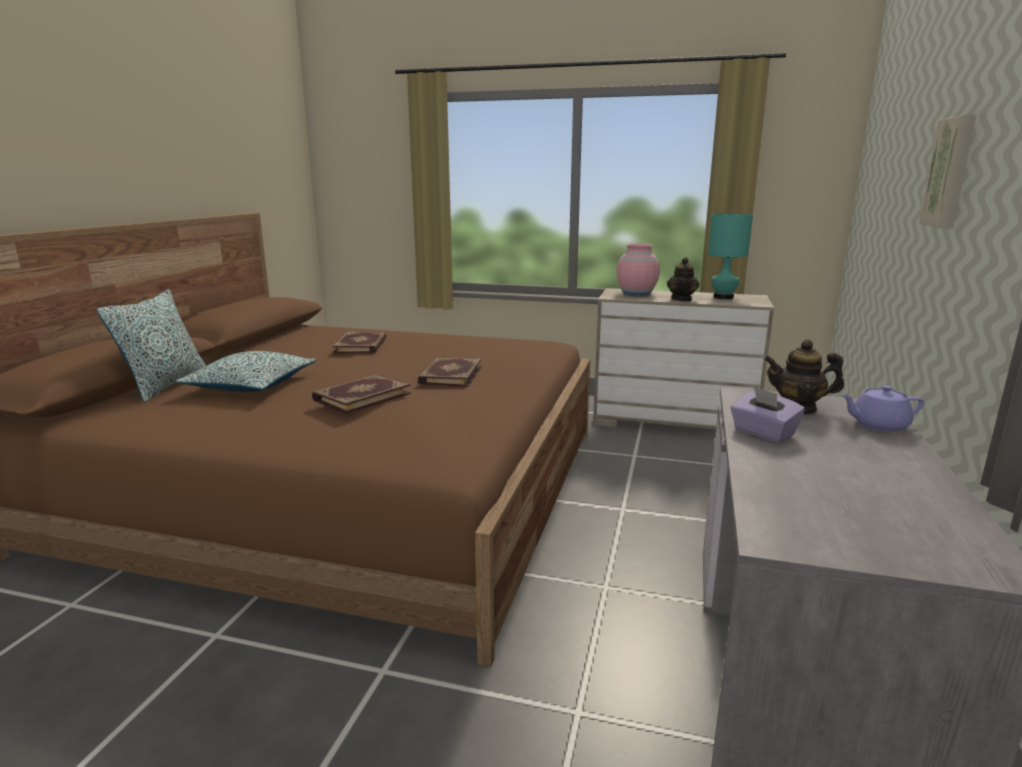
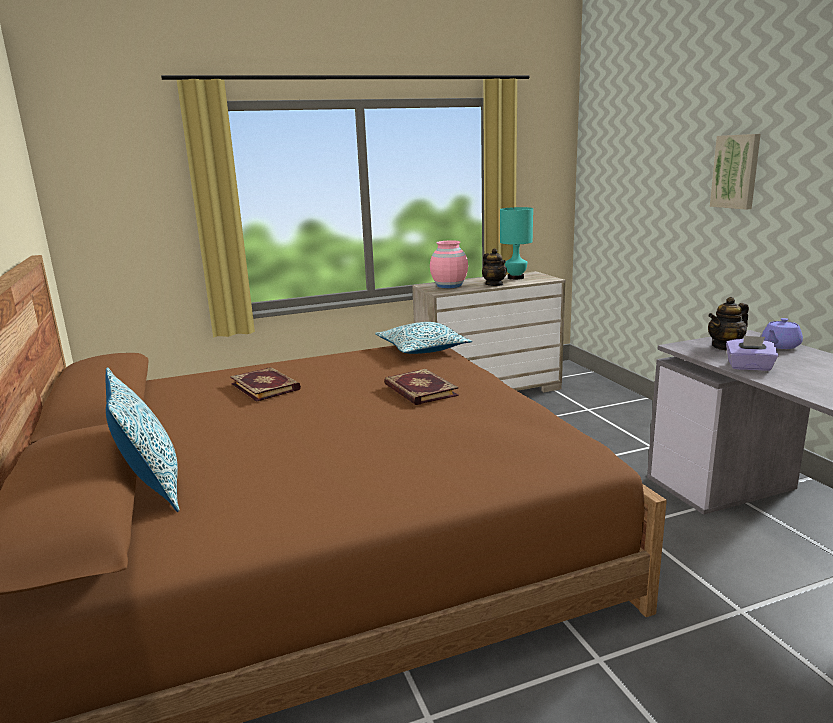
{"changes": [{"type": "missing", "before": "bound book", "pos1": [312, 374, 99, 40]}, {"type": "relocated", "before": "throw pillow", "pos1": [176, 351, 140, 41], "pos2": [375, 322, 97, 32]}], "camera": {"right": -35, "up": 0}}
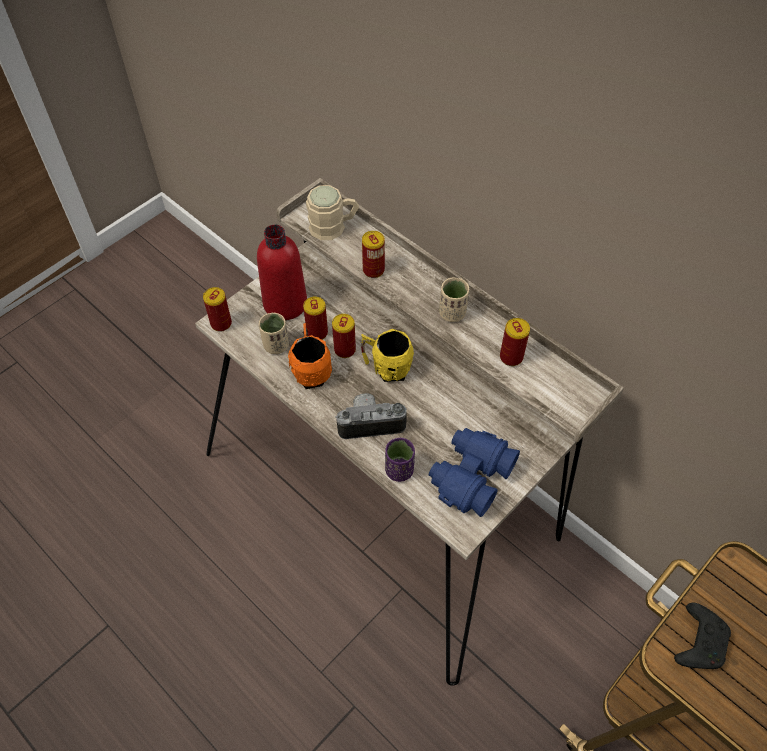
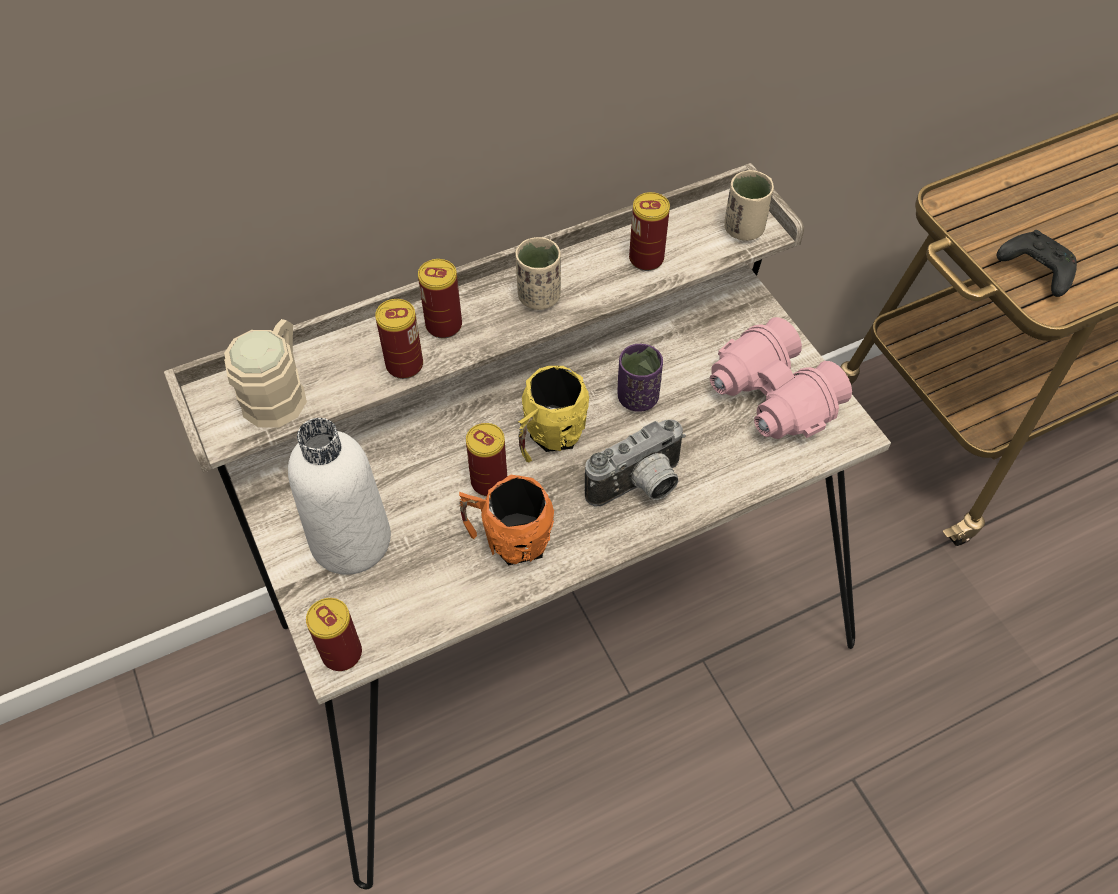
{"changes": [{"type": "relocated", "before": "beige-coloured drinking cup", "pos1": [259, 313, 30, 41], "pos2": [724, 170, 50, 71]}, {"type": "relocated", "before": "metal can", "pos1": [303, 297, 25, 43], "pos2": [418, 259, 44, 79]}, {"type": "relocated", "before": "purple-coloured drinking cup", "pos1": [385, 438, 30, 44], "pos2": [618, 344, 45, 68]}, {"type": "colour", "before": "red-coloured beverage bottle", "after": "white beverage bottle", "pos1": [257, 225, 50, 95], "pos2": [288, 418, 103, 157]}, {"type": "colour", "before": "bluish binoculars", "after": "pinkish binoculars", "pos1": [429, 428, 91, 89], "pos2": [710, 317, 142, 122]}, {"type": "spun", "before": "photo camera", "pos1": [335, 393, 72, 46], "pos2": [585, 419, 101, 88], "turn": -135}], "camera": {"right": -70, "up": 0}}
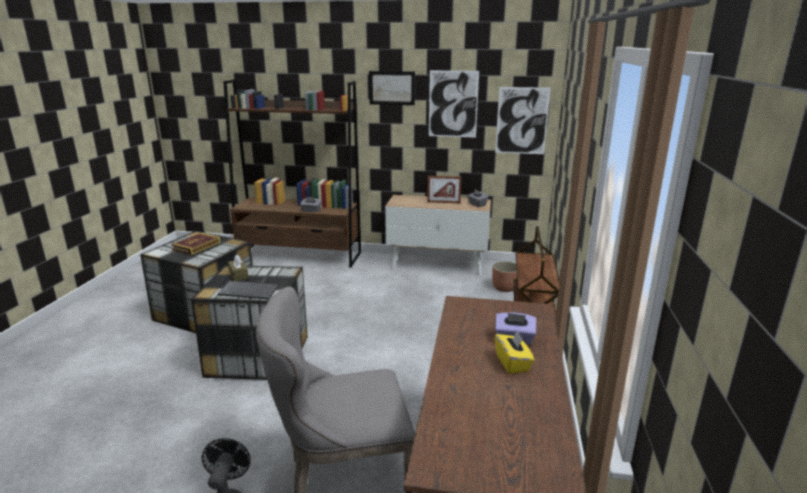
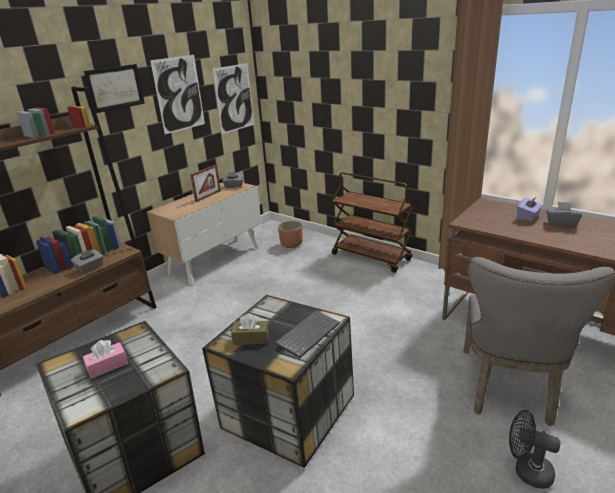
{"changes": [{"type": "exchanged", "before": "bound book", "after": "pinkish tissue box", "pos1": [171, 233, 50, 22], "pos2": [83, 340, 45, 39]}, {"type": "colour", "before": "yellow tissue box", "after": "gray tissue box", "pos1": [495, 331, 39, 43], "pos2": [546, 202, 36, 26]}], "camera": {"right": -60, "up": 5}}
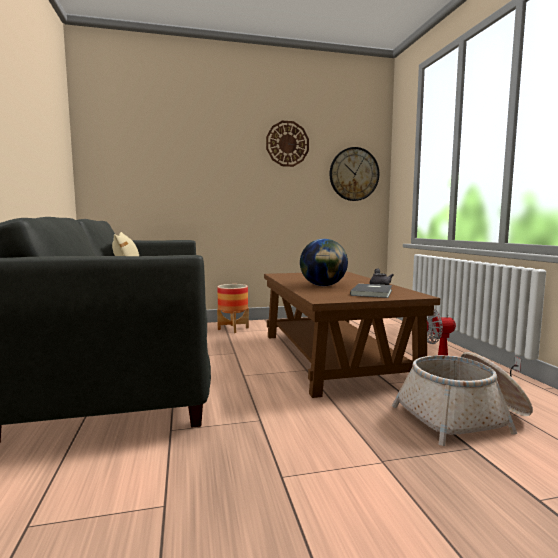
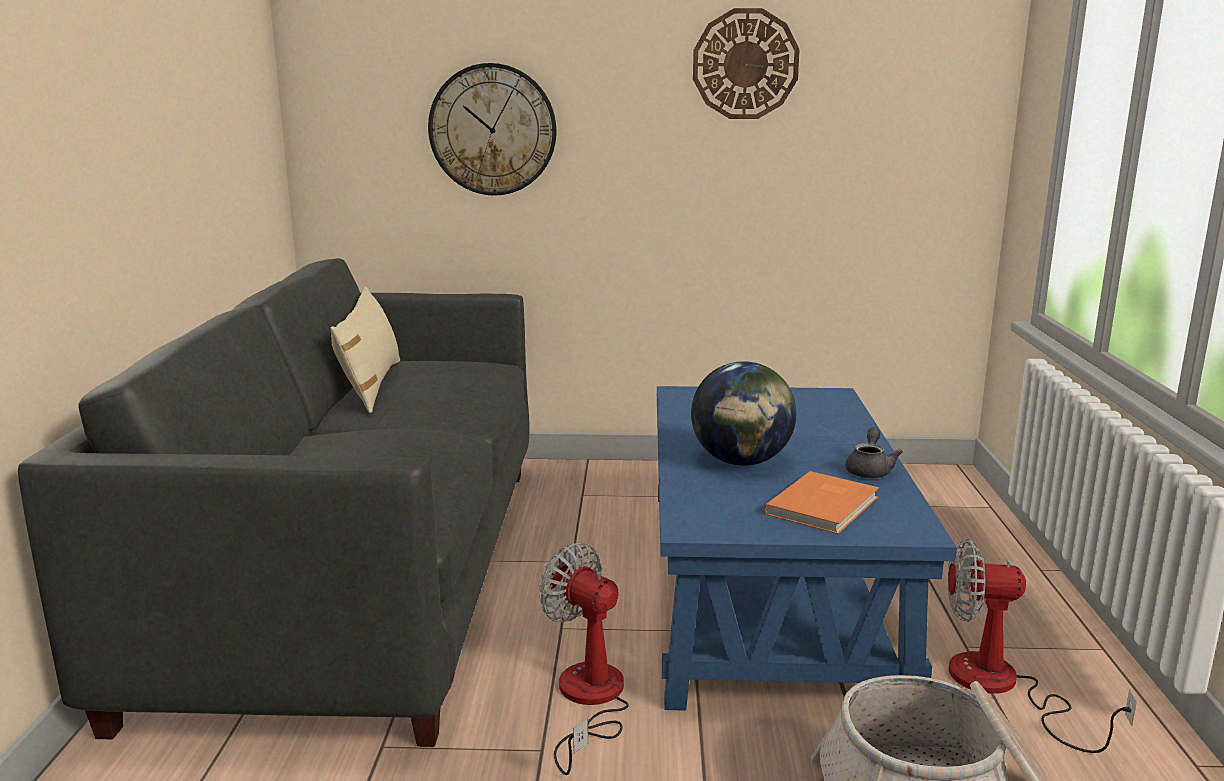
{"changes": [{"type": "missing", "before": "planter", "pos1": [217, 284, 32, 49]}, {"type": "appeared", "after": "fan", "pos2": [539, 543, 90, 232]}, {"type": "relocated", "before": "wall clock", "pos1": [330, 147, 49, 54], "pos2": [428, 63, 128, 133]}, {"type": "colour", "before": "brownish lounge table", "after": "bluish lounge table", "pos1": [264, 271, 176, 127], "pos2": [657, 386, 300, 325]}, {"type": "colour", "before": "gray bound book", "after": "orange-coloured bound book", "pos1": [350, 284, 42, 14], "pos2": [764, 471, 115, 63]}], "camera": {"right": 15, "up": 10}}
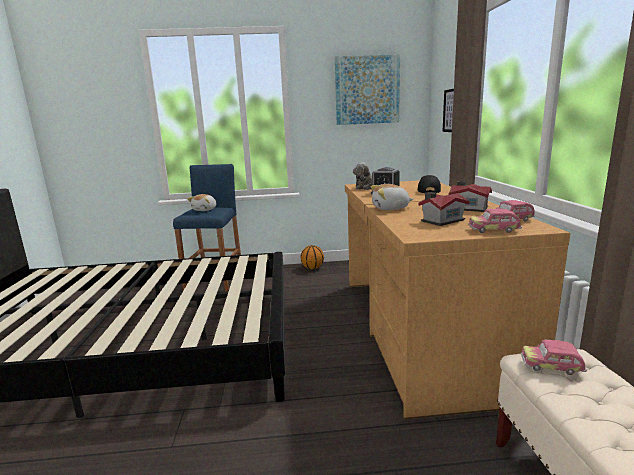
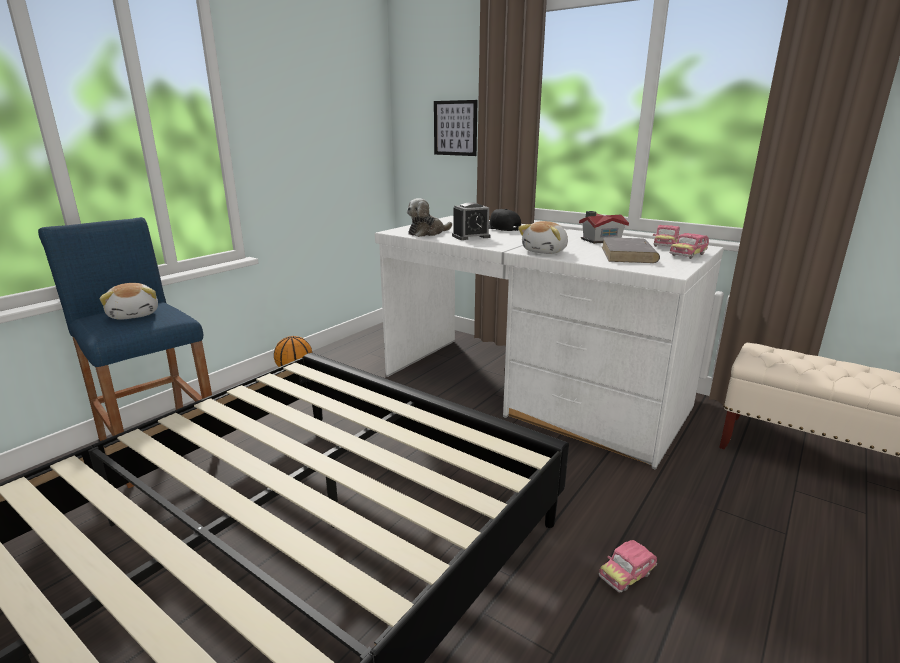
{"changes": [{"type": "missing", "before": "wall picture", "pos1": [335, 54, 65, 71]}, {"type": "relocated", "before": "miniature car", "pos1": [521, 339, 66, 36], "pos2": [599, 540, 58, 53]}, {"type": "exchanged", "before": "model house", "after": "gray bound book", "pos1": [418, 192, 51, 34], "pos2": [602, 237, 58, 26]}, {"type": "colour", "before": "brownish desk table", "after": "white desk table", "pos1": [345, 180, 225, 240], "pos2": [375, 216, 349, 253]}], "camera": {"right": -50, "up": 5}}
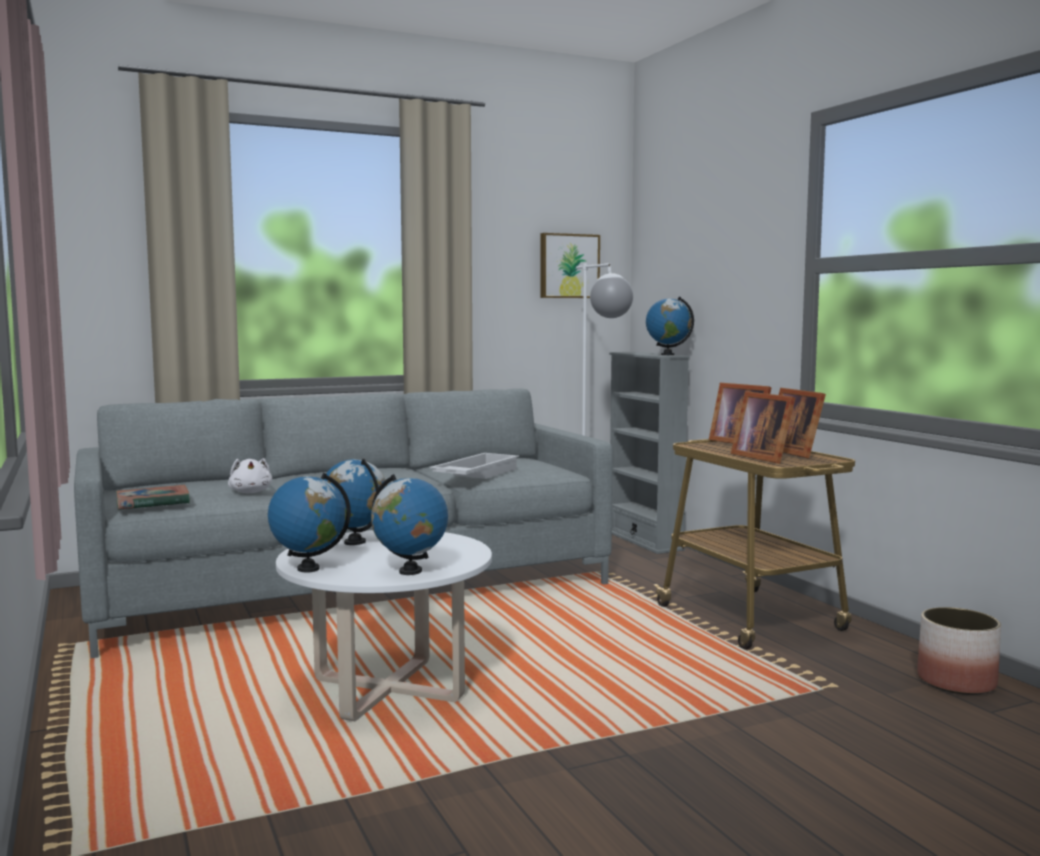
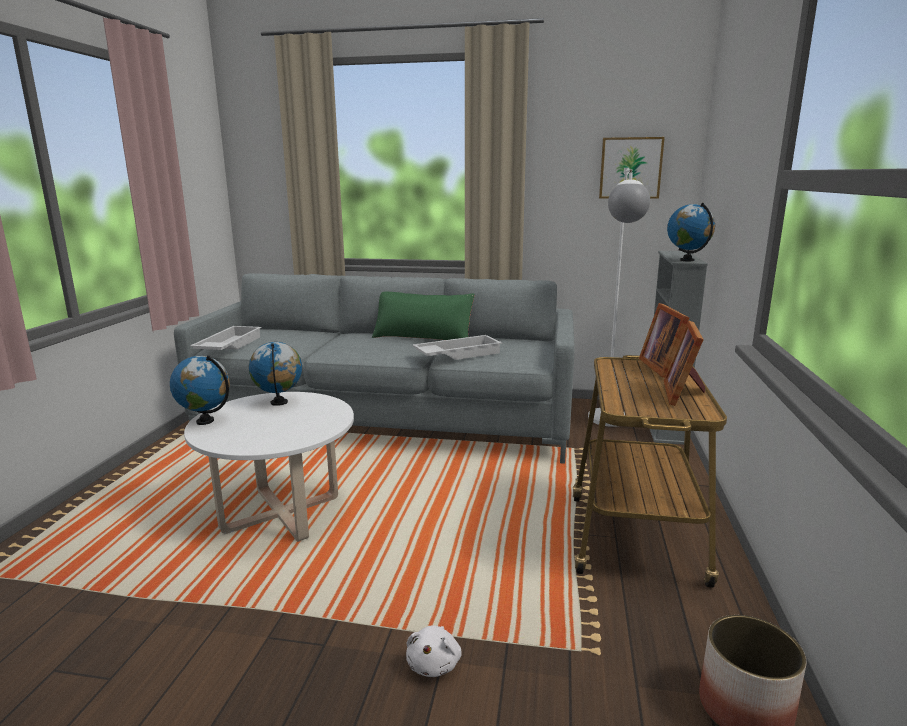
{"changes": [{"type": "missing", "before": "world globe", "pos1": [371, 474, 77, 101]}, {"type": "missing", "before": "standing frame", "pos1": [731, 391, 65, 73]}, {"type": "appeared", "after": "greenish throw pillow", "pos2": [372, 292, 103, 48]}, {"type": "relocated", "before": "white soft toy", "pos1": [228, 458, 44, 35], "pos2": [406, 625, 56, 52]}, {"type": "exchanged", "before": "bound book", "after": "white serving tray", "pos1": [116, 485, 74, 25], "pos2": [190, 326, 72, 24]}], "camera": {"right": 35, "up": 10}}
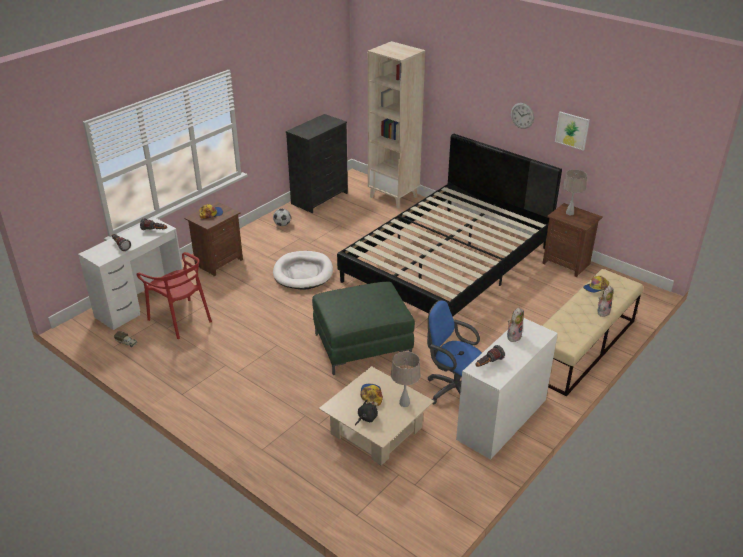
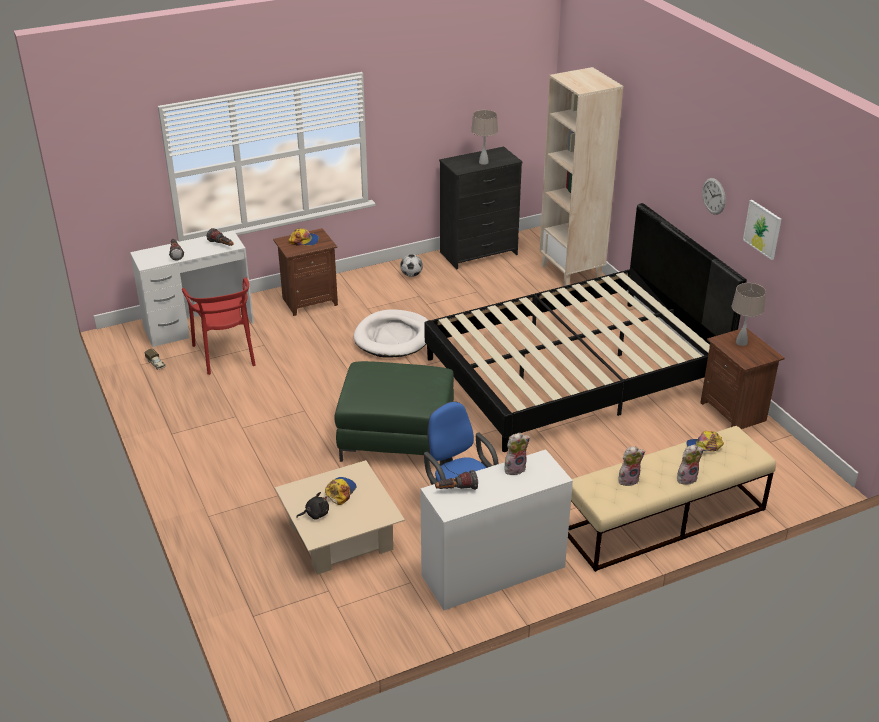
{"changes": [{"type": "appeared", "after": "soft toy", "pos2": [618, 446, 27, 40]}, {"type": "relocated", "before": "beige-coloured tabletop lamp", "pos1": [391, 351, 30, 56], "pos2": [471, 110, 27, 55]}], "camera": {"right": 25, "up": 0}}
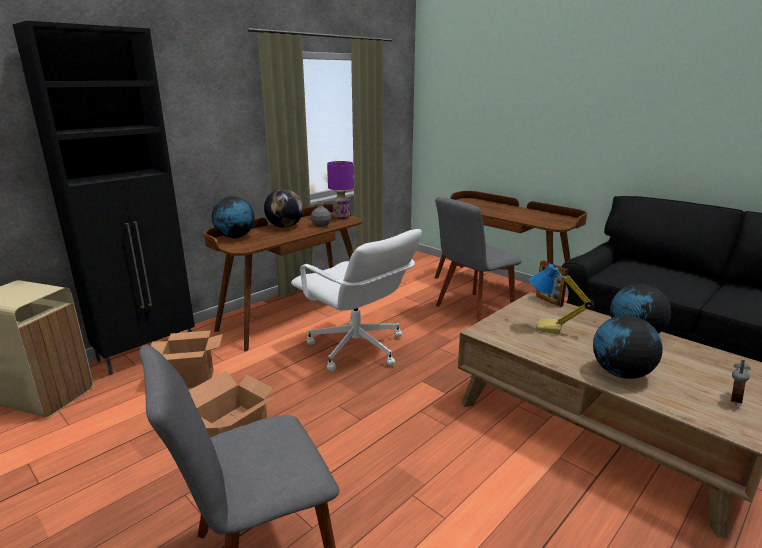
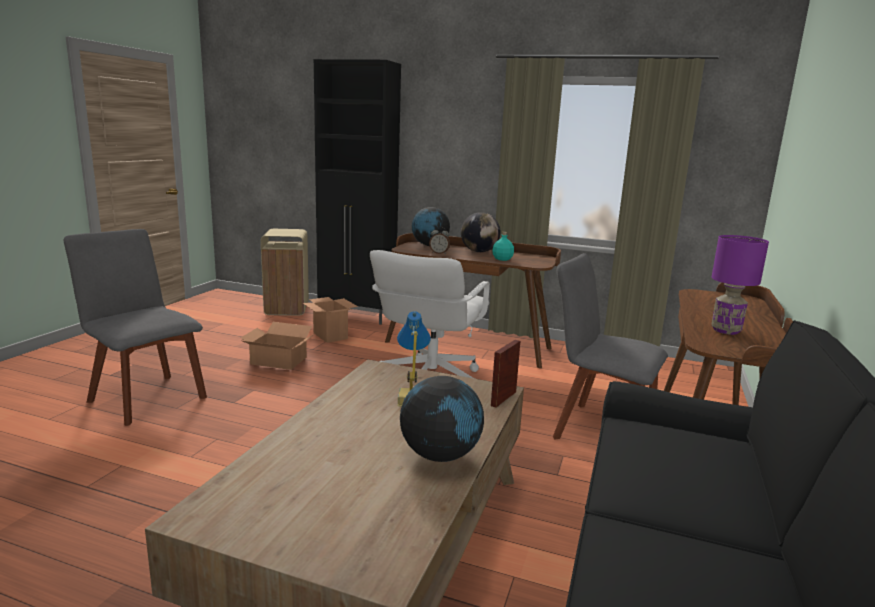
{"changes": [{"type": "missing", "before": "world globe", "pos1": [593, 315, 70, 64]}, {"type": "relocated", "before": "purple-coloured tabletop lamp", "pos1": [327, 161, 27, 58], "pos2": [712, 235, 57, 100]}, {"type": "relocated", "before": "alarm clock", "pos1": [731, 360, 20, 46], "pos2": [429, 227, 21, 27]}, {"type": "colour", "before": "gray beverage bottle", "after": "turquoise beverage bottle", "pos1": [311, 200, 20, 27], "pos2": [492, 232, 22, 29]}], "camera": {"right": 65, "up": -5}}
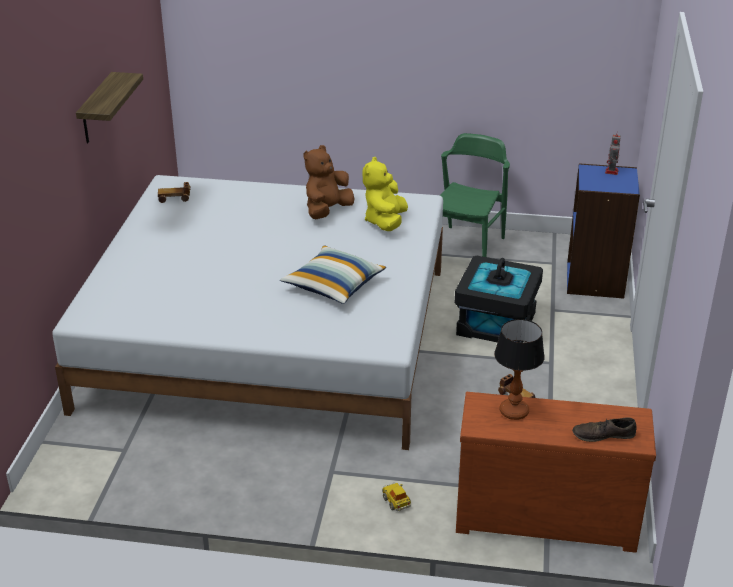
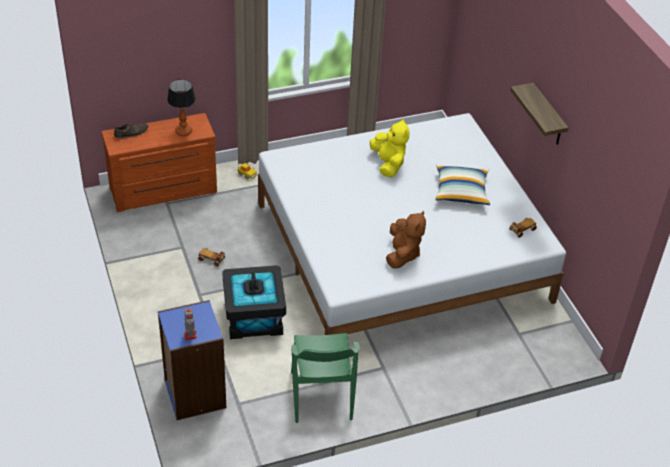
{"changes": [{"type": "relocated", "before": "throw pillow", "pos1": [280, 245, 106, 59], "pos2": [436, 164, 54, 41]}, {"type": "relocated", "before": "yellow soft toy", "pos1": [362, 157, 46, 74], "pos2": [370, 118, 39, 60]}], "camera": {"right": 150, "up": 10}}
